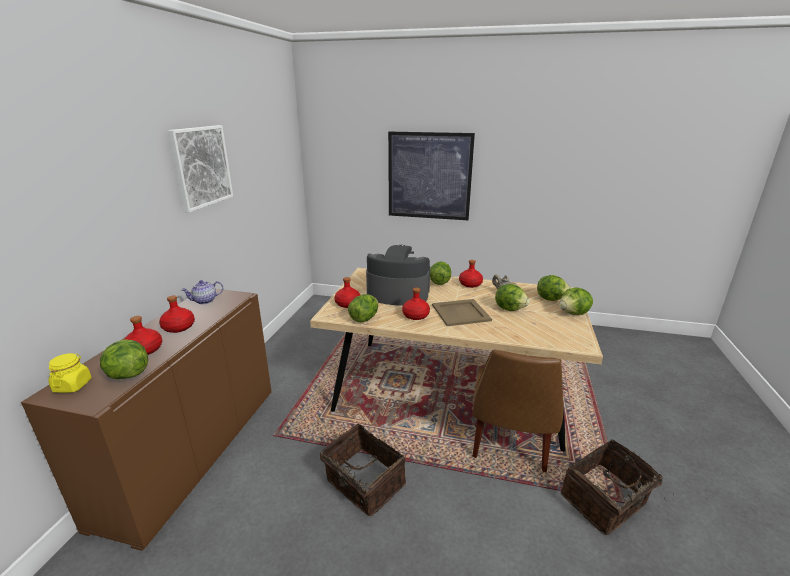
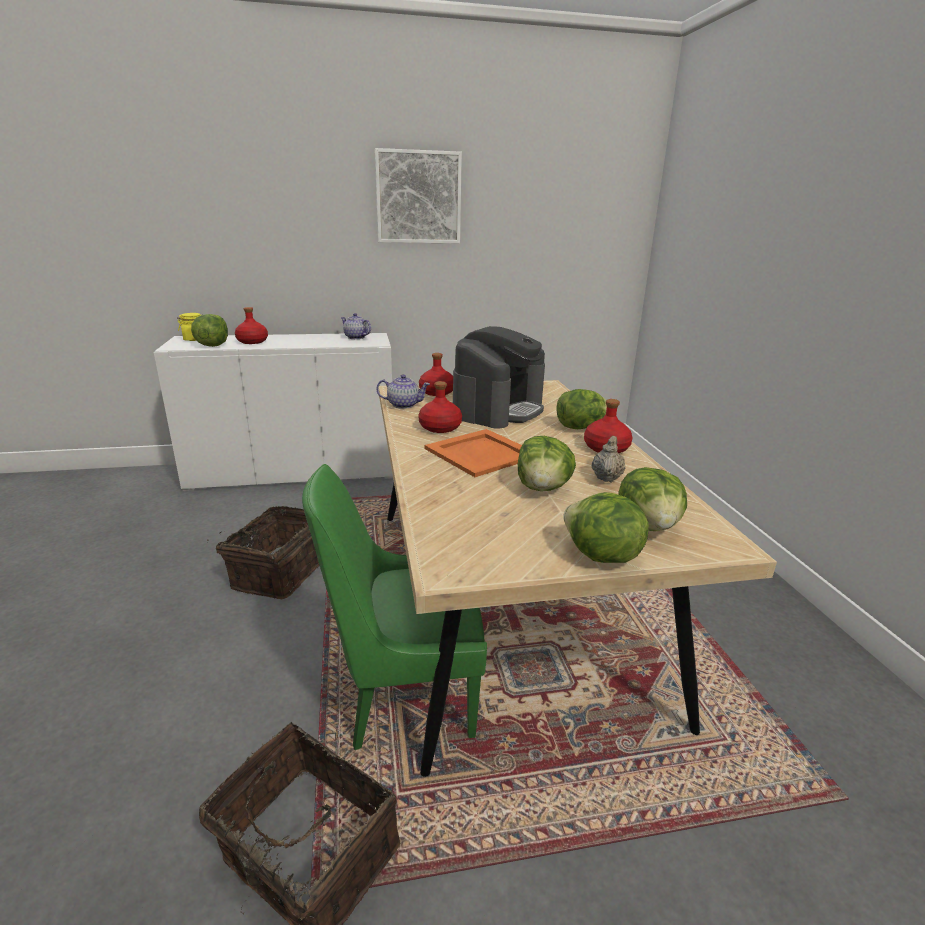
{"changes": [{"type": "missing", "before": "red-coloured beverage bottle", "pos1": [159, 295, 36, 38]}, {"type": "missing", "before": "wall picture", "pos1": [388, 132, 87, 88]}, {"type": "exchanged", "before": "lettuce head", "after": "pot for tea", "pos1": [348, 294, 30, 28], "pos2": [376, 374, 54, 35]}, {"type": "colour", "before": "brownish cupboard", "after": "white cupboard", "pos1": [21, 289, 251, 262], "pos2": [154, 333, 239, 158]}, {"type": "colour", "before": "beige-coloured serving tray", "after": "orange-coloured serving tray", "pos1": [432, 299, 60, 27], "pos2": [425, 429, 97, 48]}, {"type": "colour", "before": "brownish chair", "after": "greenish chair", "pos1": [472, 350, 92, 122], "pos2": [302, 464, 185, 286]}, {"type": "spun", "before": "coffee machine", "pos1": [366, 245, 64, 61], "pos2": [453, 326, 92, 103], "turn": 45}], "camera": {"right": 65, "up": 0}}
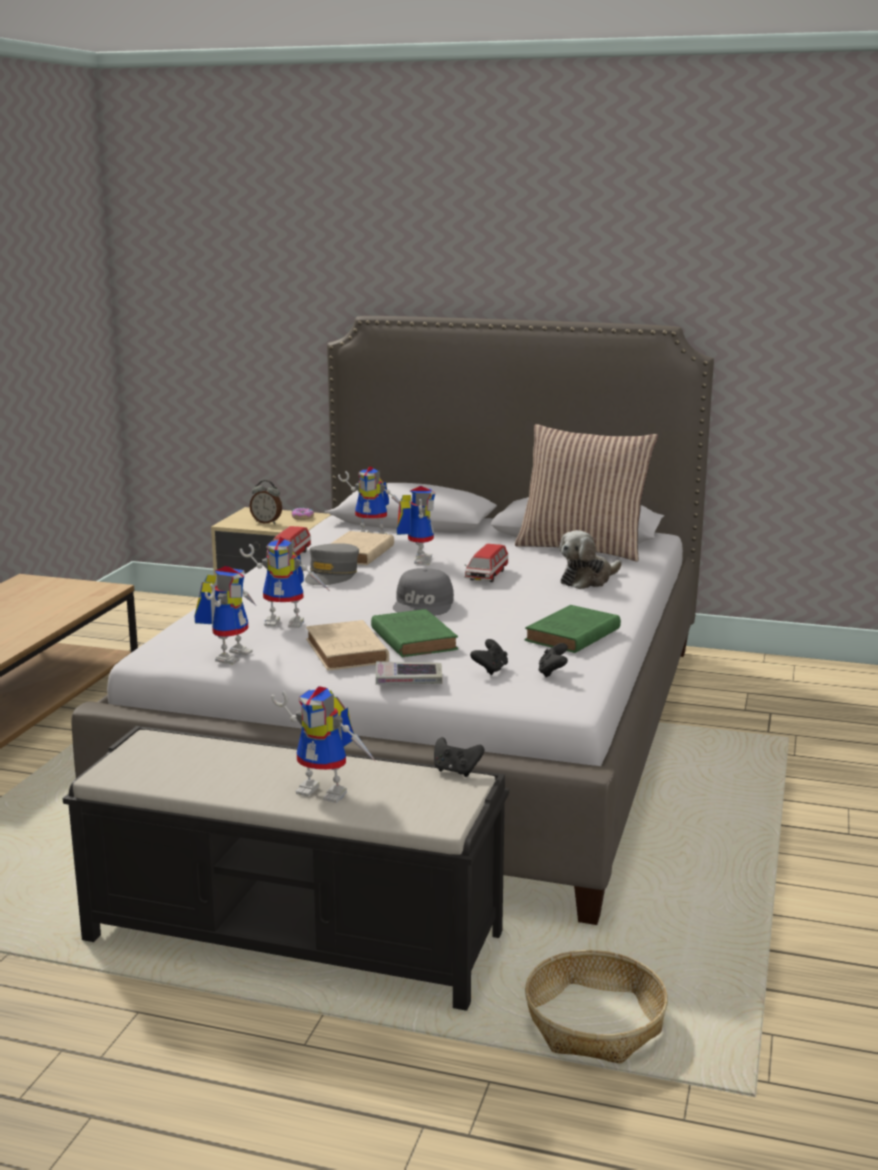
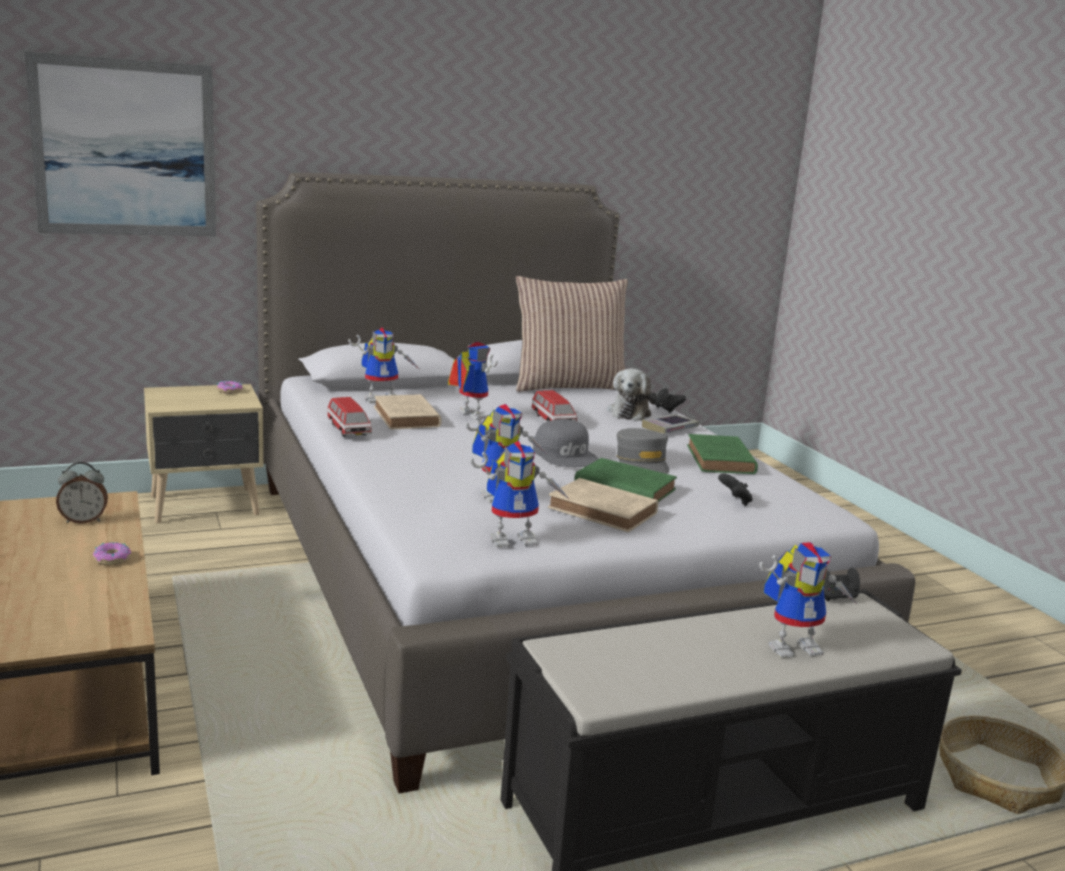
{"changes": [{"type": "appeared", "after": "wall picture", "pos2": [24, 51, 192, 185]}, {"type": "appeared", "after": "ring doughnut", "pos2": [93, 542, 38, 23]}, {"type": "relocated", "before": "alarm clock", "pos1": [250, 480, 32, 44], "pos2": [56, 462, 52, 62]}, {"type": "relocated", "before": "gray peaked cap", "pos1": [305, 543, 54, 42], "pos2": [616, 428, 53, 46]}, {"type": "relocated", "before": "bound book", "pos1": [376, 661, 66, 23], "pos2": [642, 414, 57, 20]}, {"type": "relocated", "before": "black game controller", "pos1": [539, 643, 29, 34], "pos2": [655, 388, 31, 25]}, {"type": "spun", "before": "robot figure", "pos1": [195, 566, 61, 99], "pos2": [470, 441, 100, 106], "turn": 90}], "camera": {"right": -40, "up": 0}}
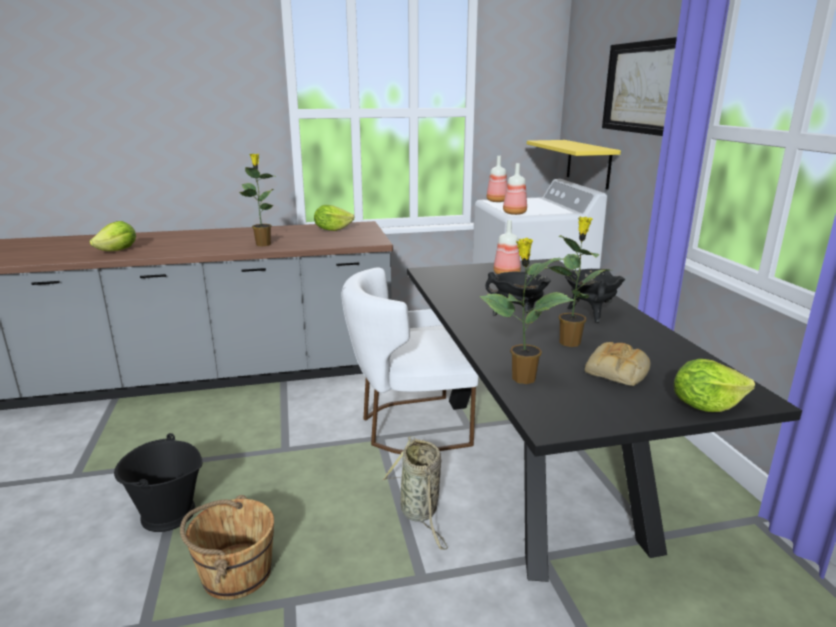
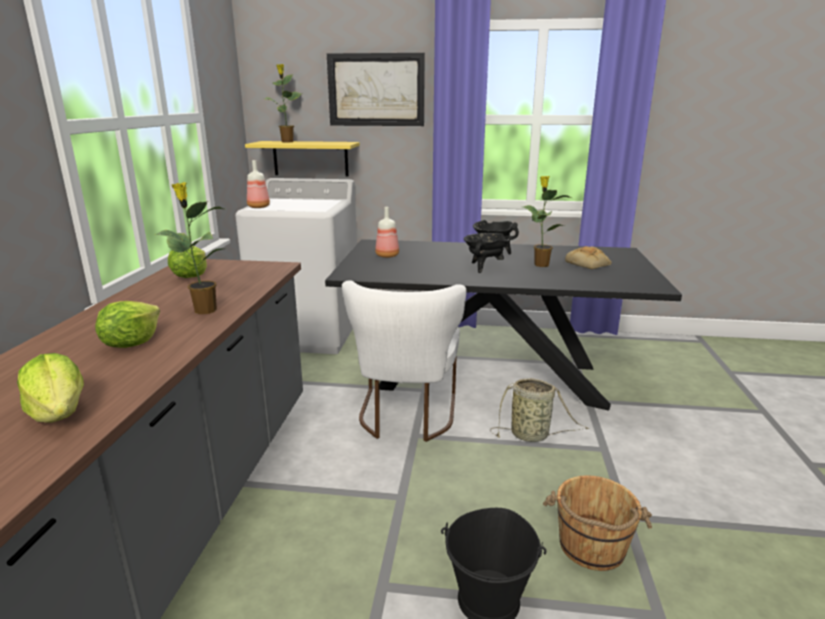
{"changes": [{"type": "missing", "before": "beverage bottle", "pos1": [503, 163, 24, 52]}, {"type": "relocated", "before": "potted plant", "pos1": [479, 238, 95, 146], "pos2": [265, 64, 38, 78]}, {"type": "relocated", "before": "lettuce head", "pos1": [674, 359, 81, 53], "pos2": [95, 301, 65, 47]}], "camera": {"right": -70, "up": 0}}
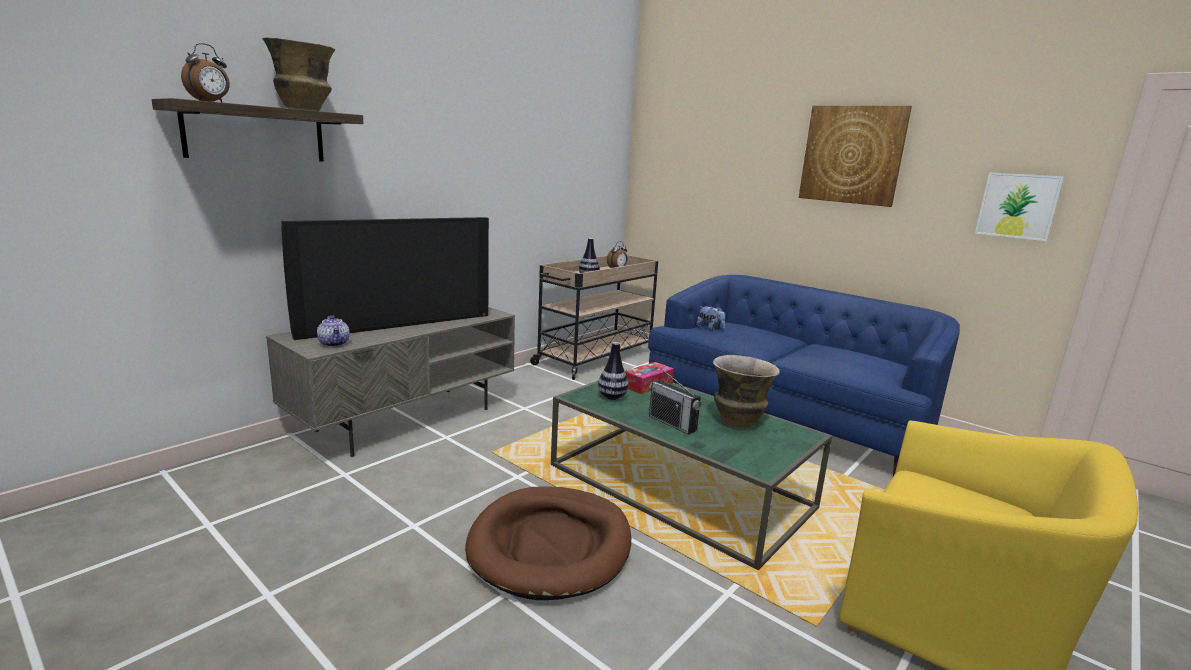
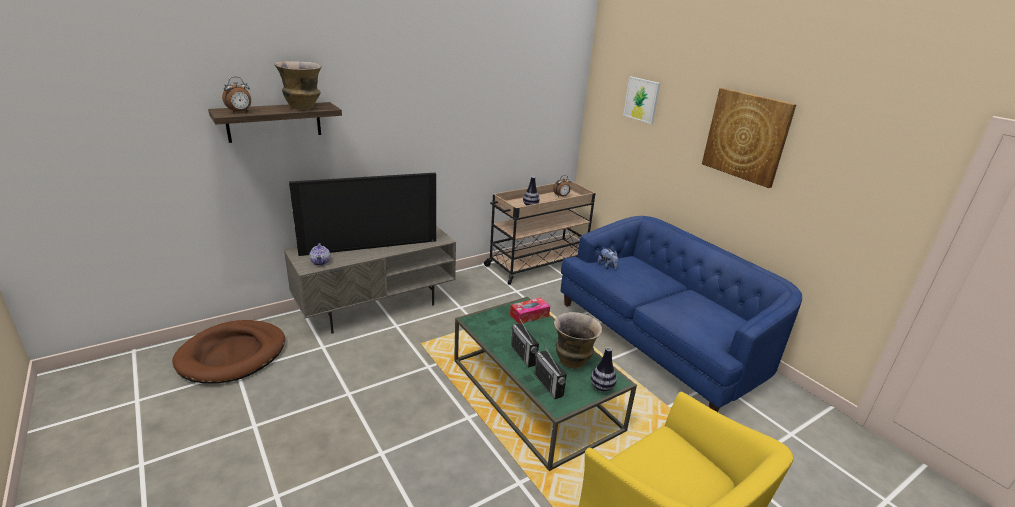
{"changes": [{"type": "appeared", "after": "radio", "pos2": [534, 344, 33, 55]}, {"type": "relocated", "before": "brownish dog bed", "pos1": [465, 486, 166, 114], "pos2": [172, 320, 113, 63]}, {"type": "relocated", "before": "decorative vase", "pos1": [598, 342, 31, 58], "pos2": [591, 347, 26, 44]}, {"type": "relocated", "before": "wall picture", "pos1": [975, 172, 89, 69], "pos2": [623, 76, 37, 48]}], "camera": {"right": 15, "up": 10}}
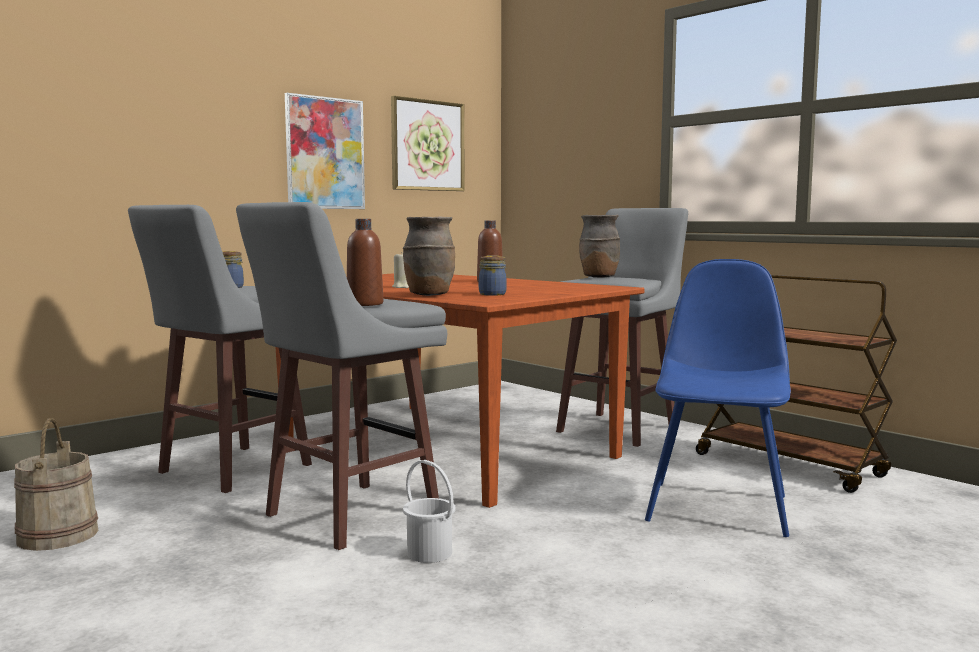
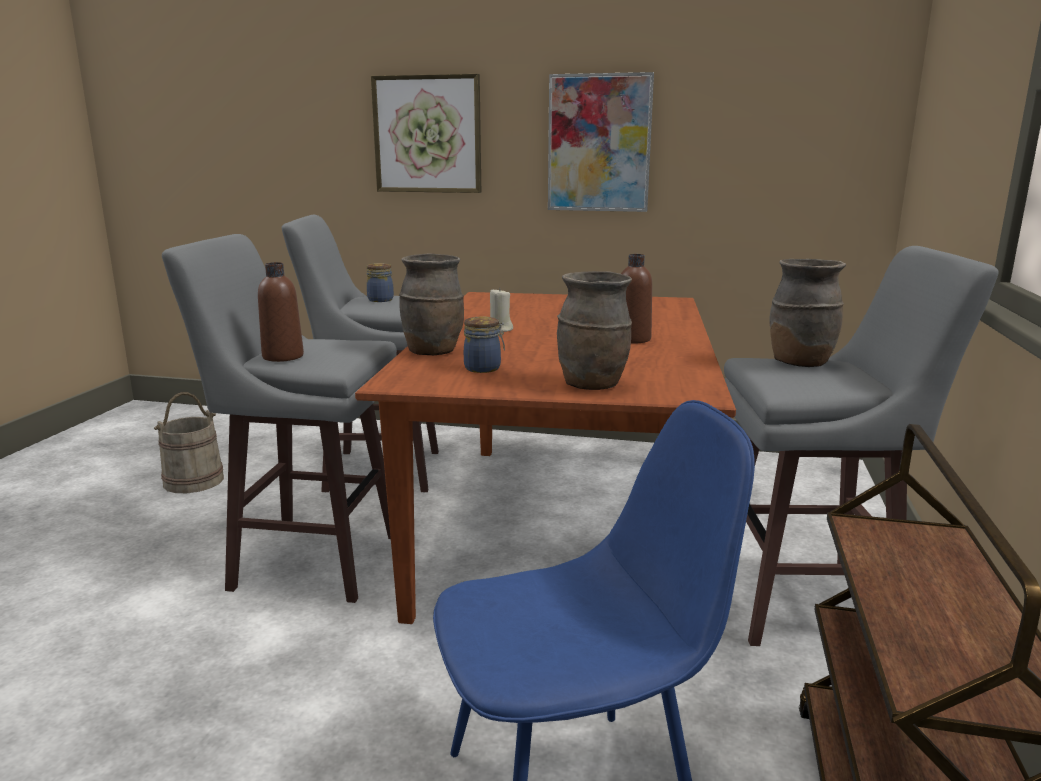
{"changes": [{"type": "missing", "before": "white water bucket", "pos1": [403, 460, 53, 103]}, {"type": "appeared", "after": "brownish decorative vase", "pos2": [557, 271, 75, 119]}, {"type": "relocated", "before": "wall picture", "pos1": [391, 96, 74, 95], "pos2": [371, 74, 110, 119]}], "camera": {"right": 55, "up": 10}}
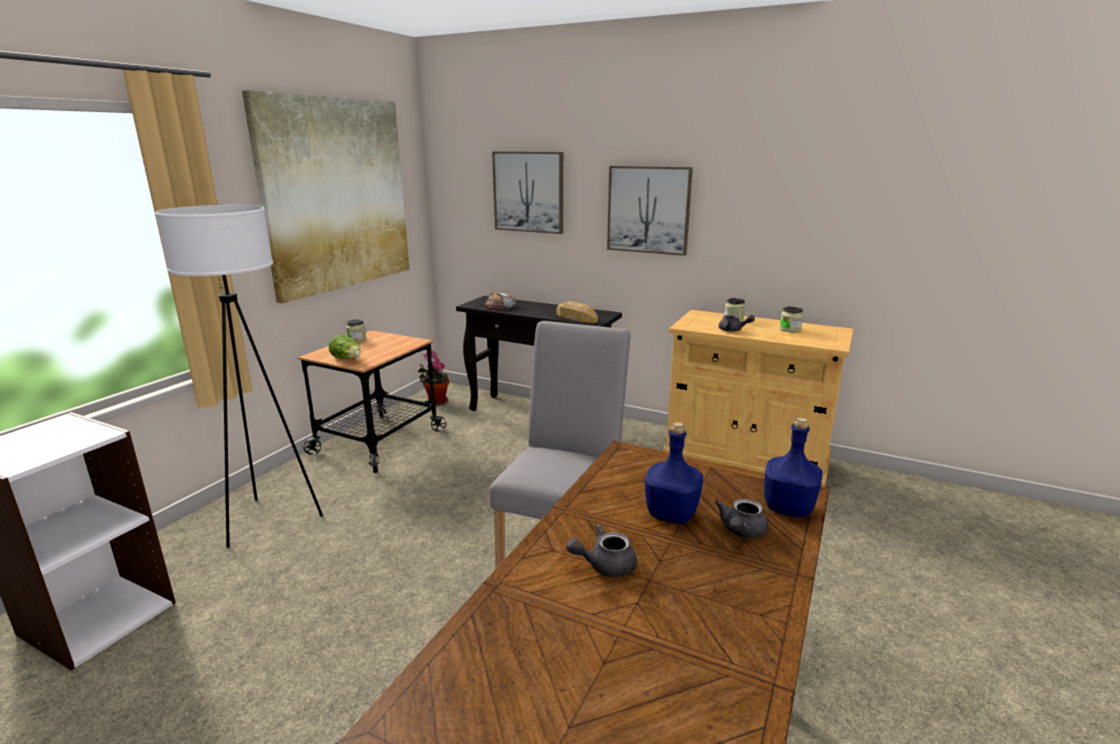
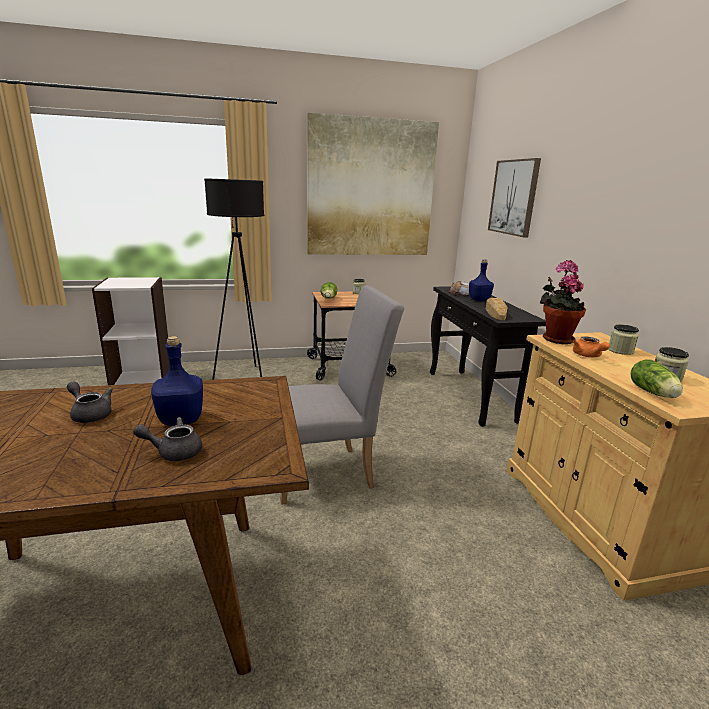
{"changes": [{"type": "missing", "before": "wall picture", "pos1": [607, 166, 86, 90]}, {"type": "appeared", "after": "lettuce head", "pos2": [631, 359, 52, 39]}, {"type": "relocated", "before": "potted plant", "pos1": [418, 350, 31, 55], "pos2": [540, 260, 46, 84]}, {"type": "relocated", "before": "bluish beverage bottle", "pos1": [764, 418, 58, 99], "pos2": [469, 259, 25, 42]}, {"type": "colour", "before": "white floor lamp", "after": "black floor lamp", "pos1": [155, 205, 168, 343], "pos2": [204, 178, 60, 202]}, {"type": "colour", "before": "gray pot for tea", "after": "orange-coloured pot for tea", "pos1": [719, 315, 36, 17], "pos2": [573, 336, 37, 21]}], "camera": {"right": 50, "up": 0}}
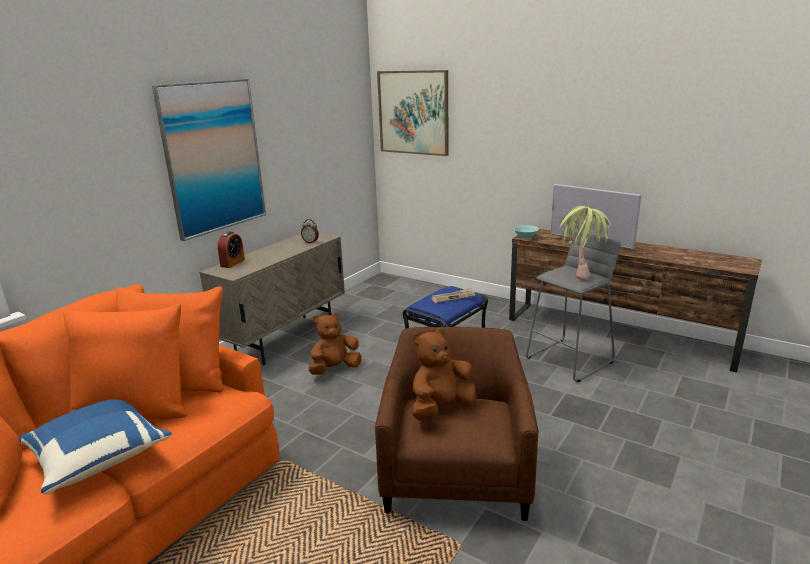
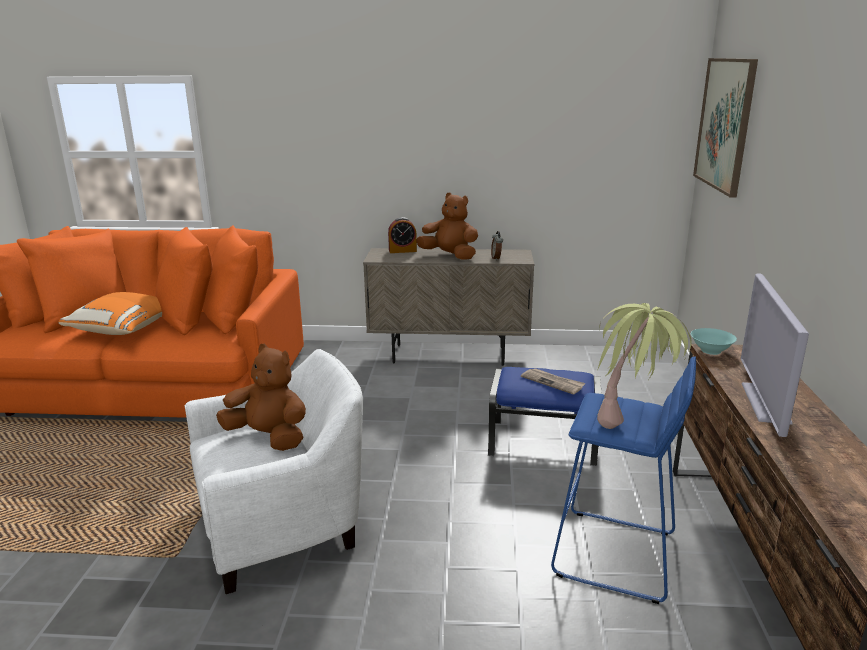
{"changes": [{"type": "missing", "before": "wall picture", "pos1": [152, 79, 114, 162]}, {"type": "relocated", "before": "brownish soft toy", "pos1": [308, 313, 54, 62], "pos2": [416, 193, 62, 67]}, {"type": "colour", "before": "bluish throw pillow", "after": "orange-coloured throw pillow", "pos1": [19, 399, 153, 95], "pos2": [59, 292, 103, 43]}, {"type": "colour", "before": "brownish lounge chair", "after": "white lounge chair", "pos1": [375, 327, 164, 194], "pos2": [184, 349, 179, 245]}, {"type": "colour", "before": "gray sitting stool", "after": "bluish sitting stool", "pos1": [526, 231, 95, 151], "pos2": [551, 356, 145, 248]}], "camera": {"right": 60, "up": 0}}
